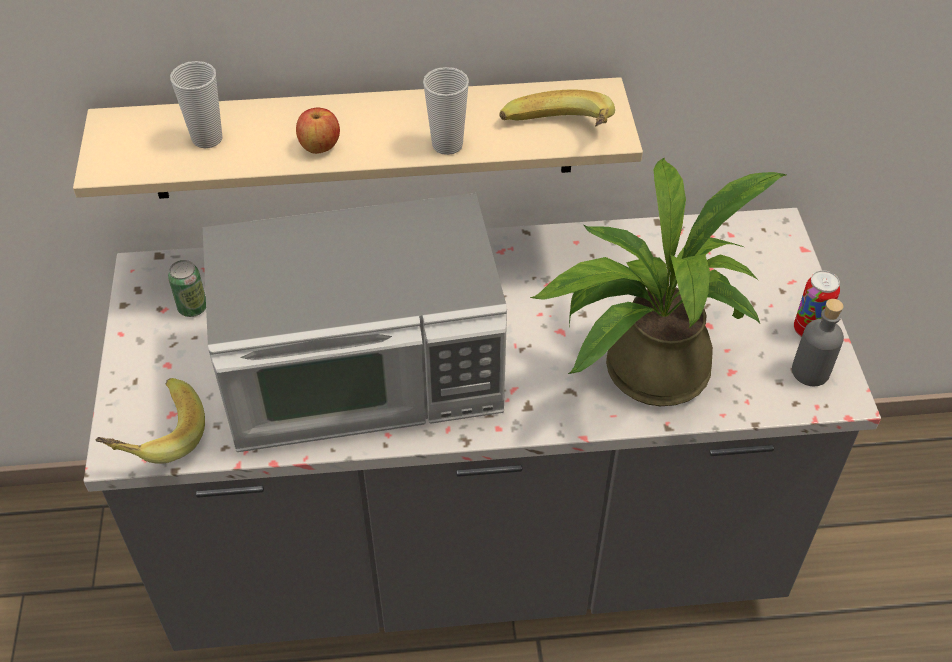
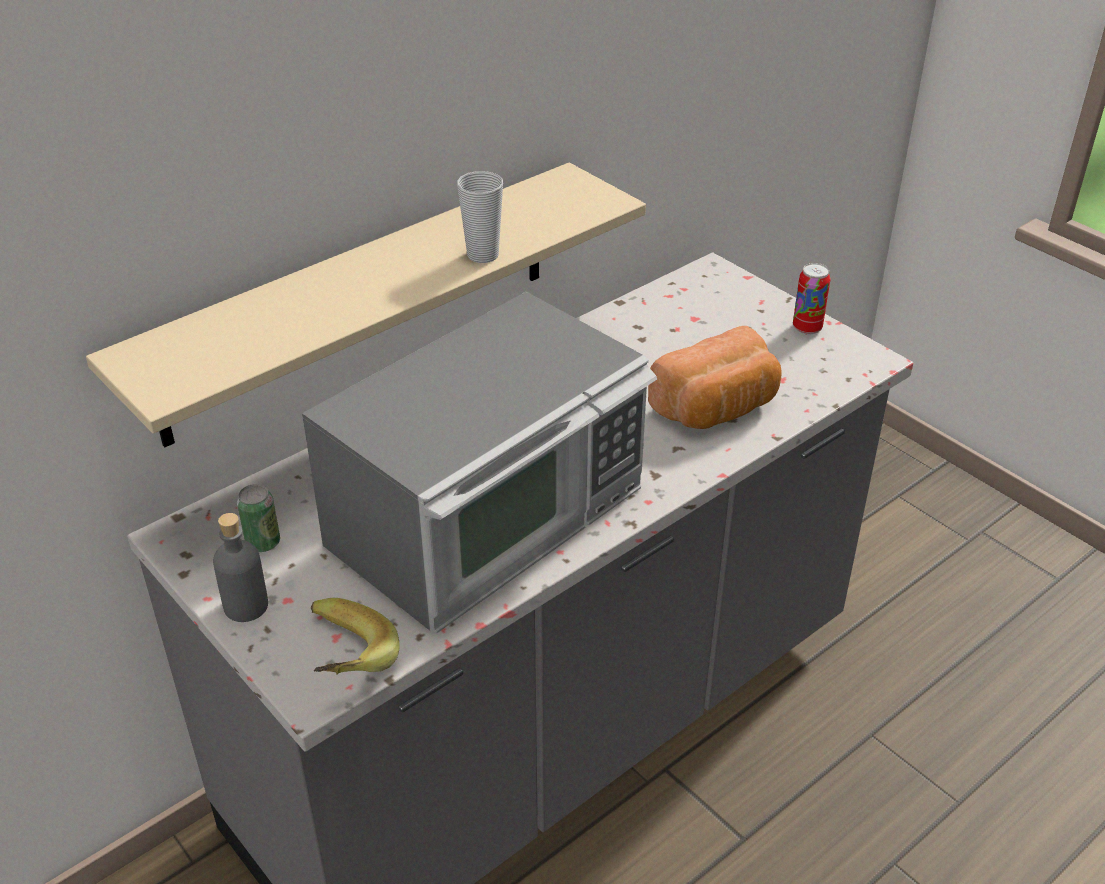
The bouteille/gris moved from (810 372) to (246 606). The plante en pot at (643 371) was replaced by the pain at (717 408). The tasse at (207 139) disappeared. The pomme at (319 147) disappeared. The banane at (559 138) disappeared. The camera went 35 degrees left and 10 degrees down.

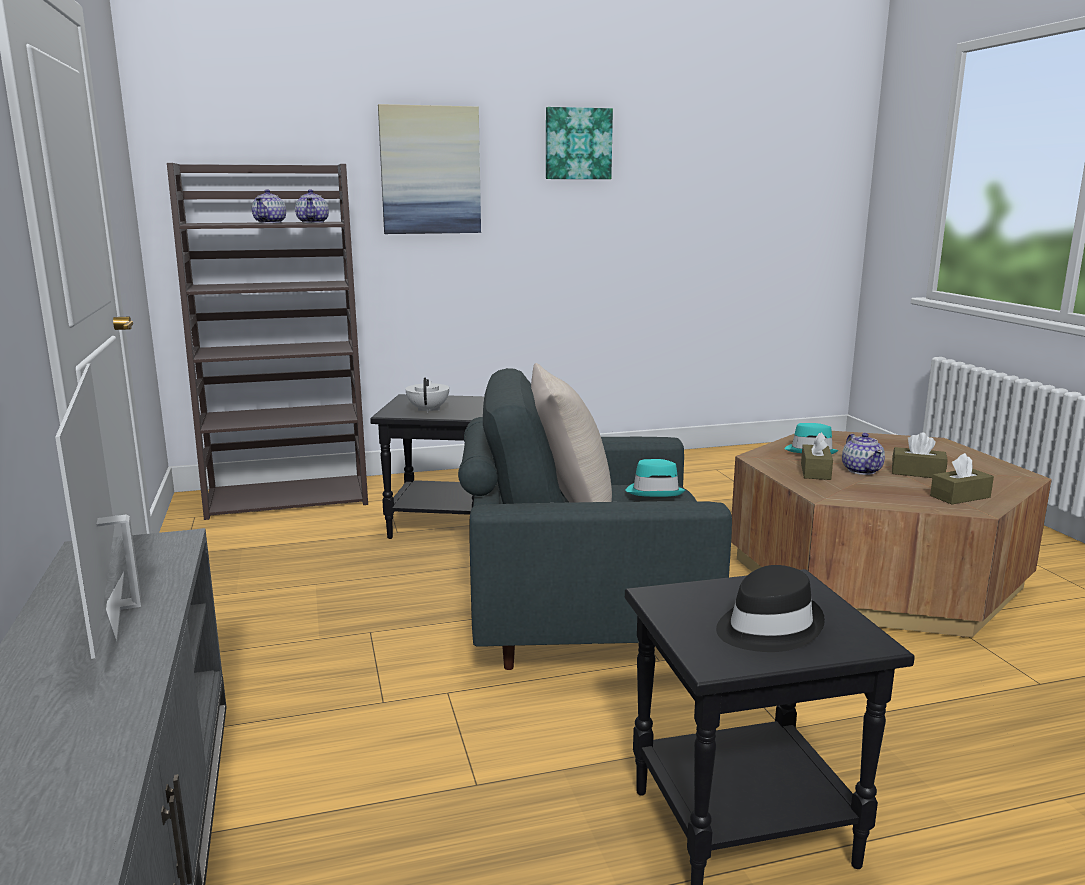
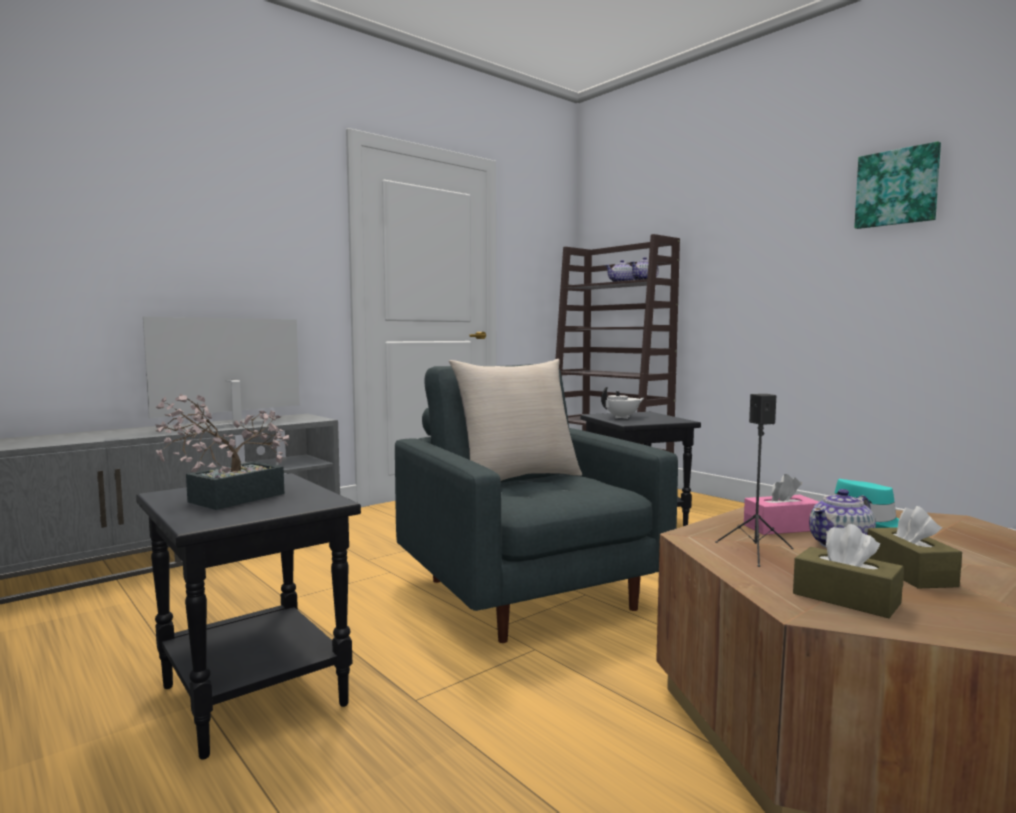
The chapeau/noir at (767 627) was replaced by the plante en pot at (226 500). The enceinte/noir at (755 552) appeared. The boîte à mouchoirs/marron at (815 471) became the boîte à mouchoirs/rose at (781 527). The tableau at (430 170) disappeared. The chapeau/turquoise at (654 491) disappeared. The camera went 65 degrees right and 10 degrees down.

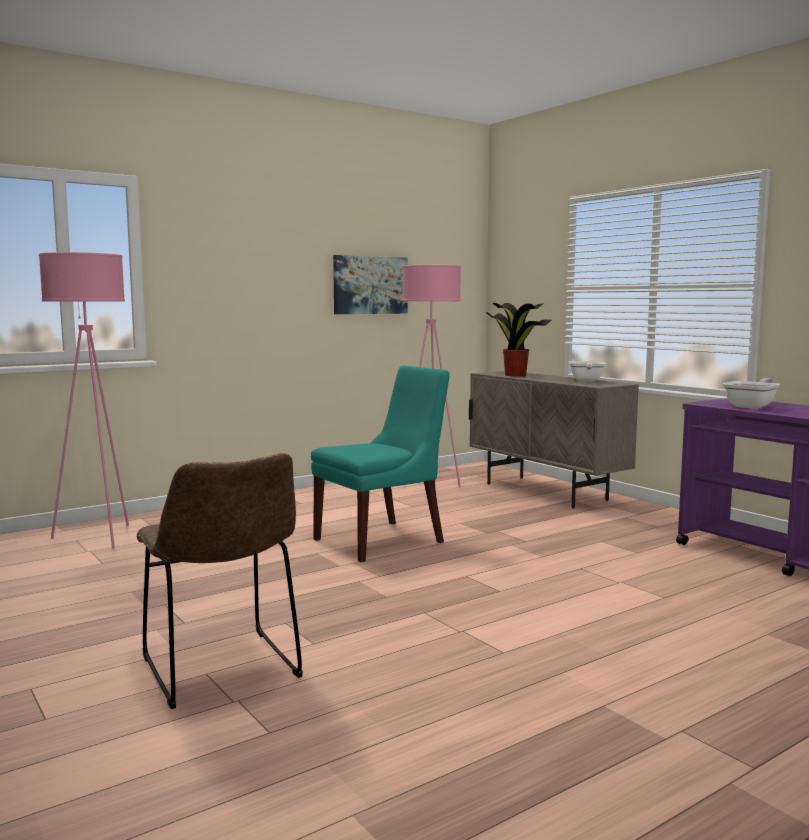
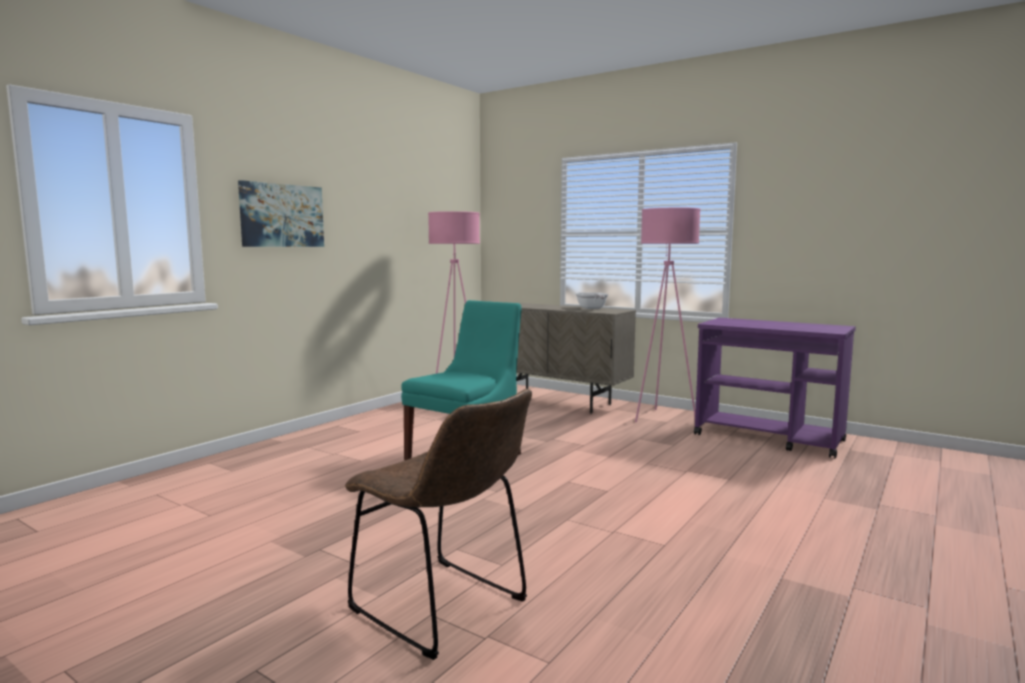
The tableau moved from (370 285) to (282 215). The lampadaire/rose moved from (98 537) to (662 418). The plante en pot at (516 375) disappeared. The poêle at (752 406) disappeared. The camera went 20 degrees left and 0 degrees up.

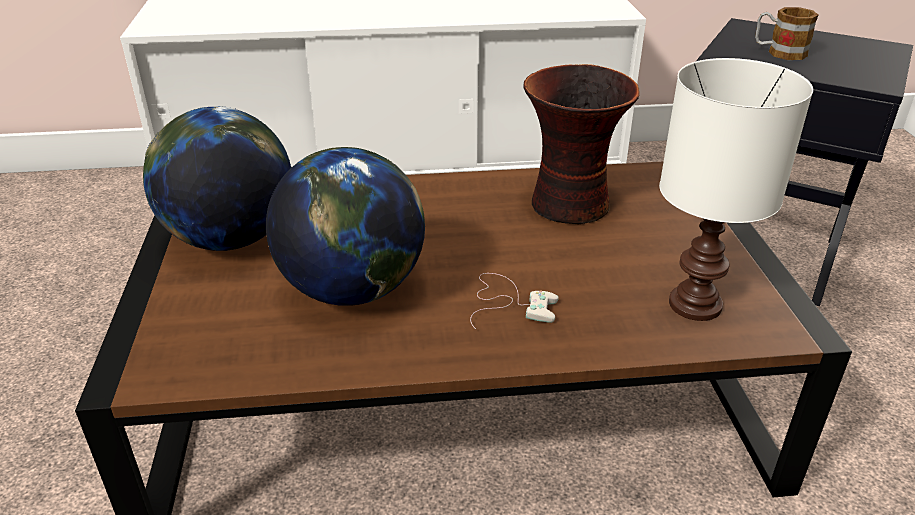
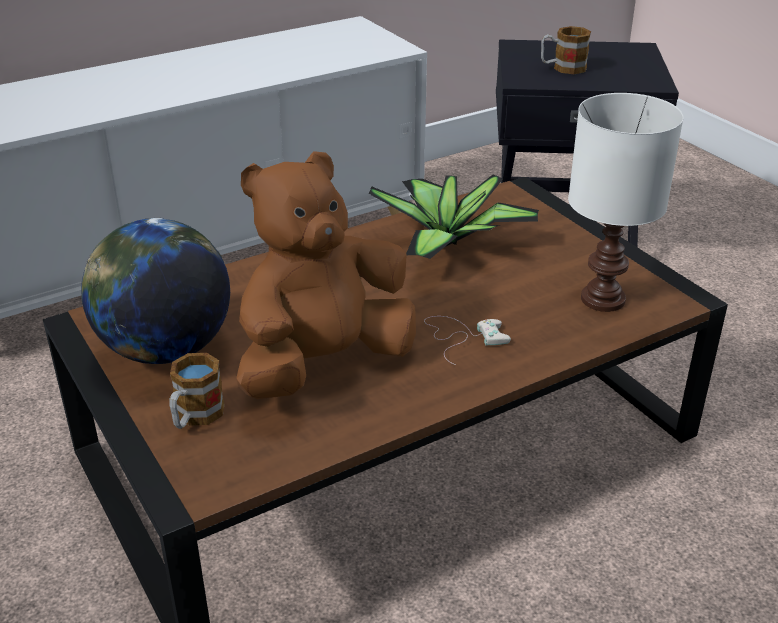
The mug at (195 417) appeared. The globe at (353 290) was replaced by the peluche/marron at (323 363). The vase at (570 206) was replaced by the plante en pot at (449 242). The camera went 25 degrees left and 0 degrees up.

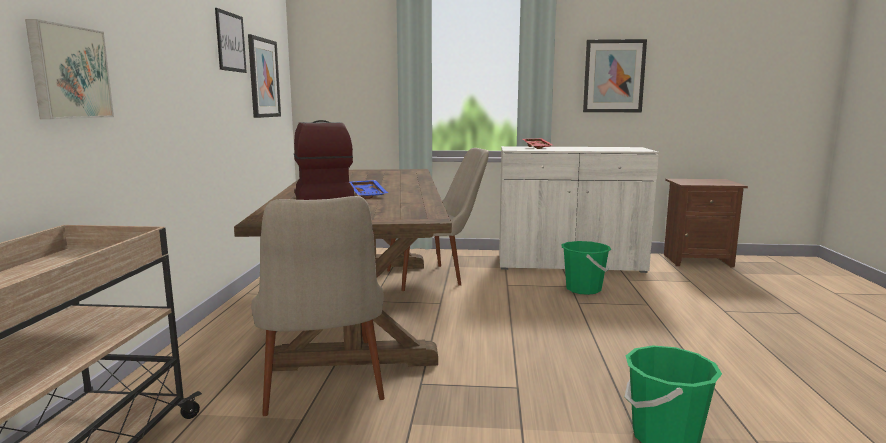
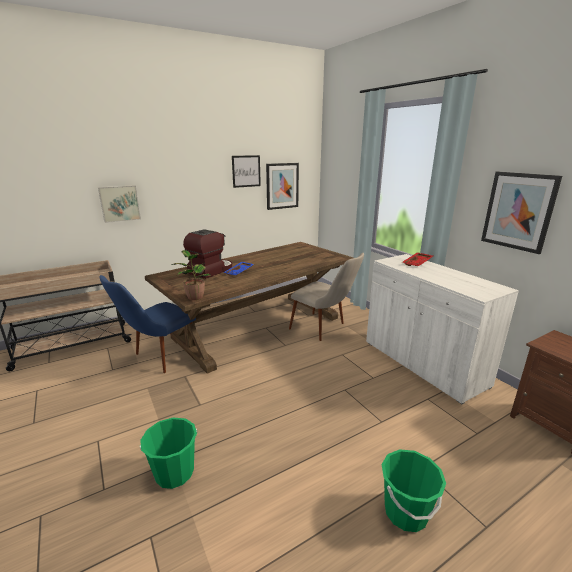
The chaise/beige at (323 395) became the chaise/bleu at (159 358). The plante en pot at (194 297) appeared. The seau/vert moved from (583 289) to (406 512). The camera went 55 degrees right and 10 degrees up.

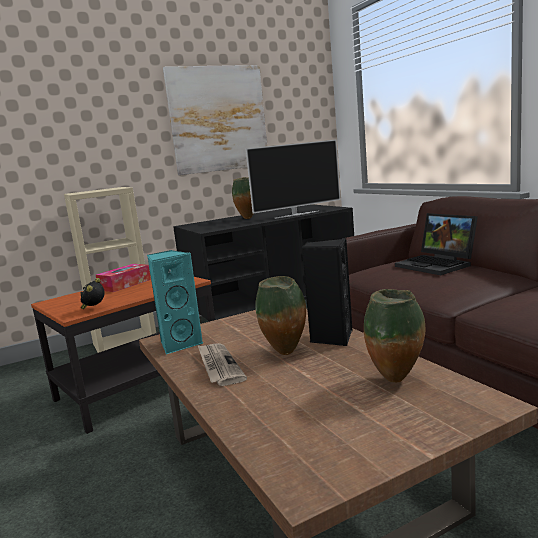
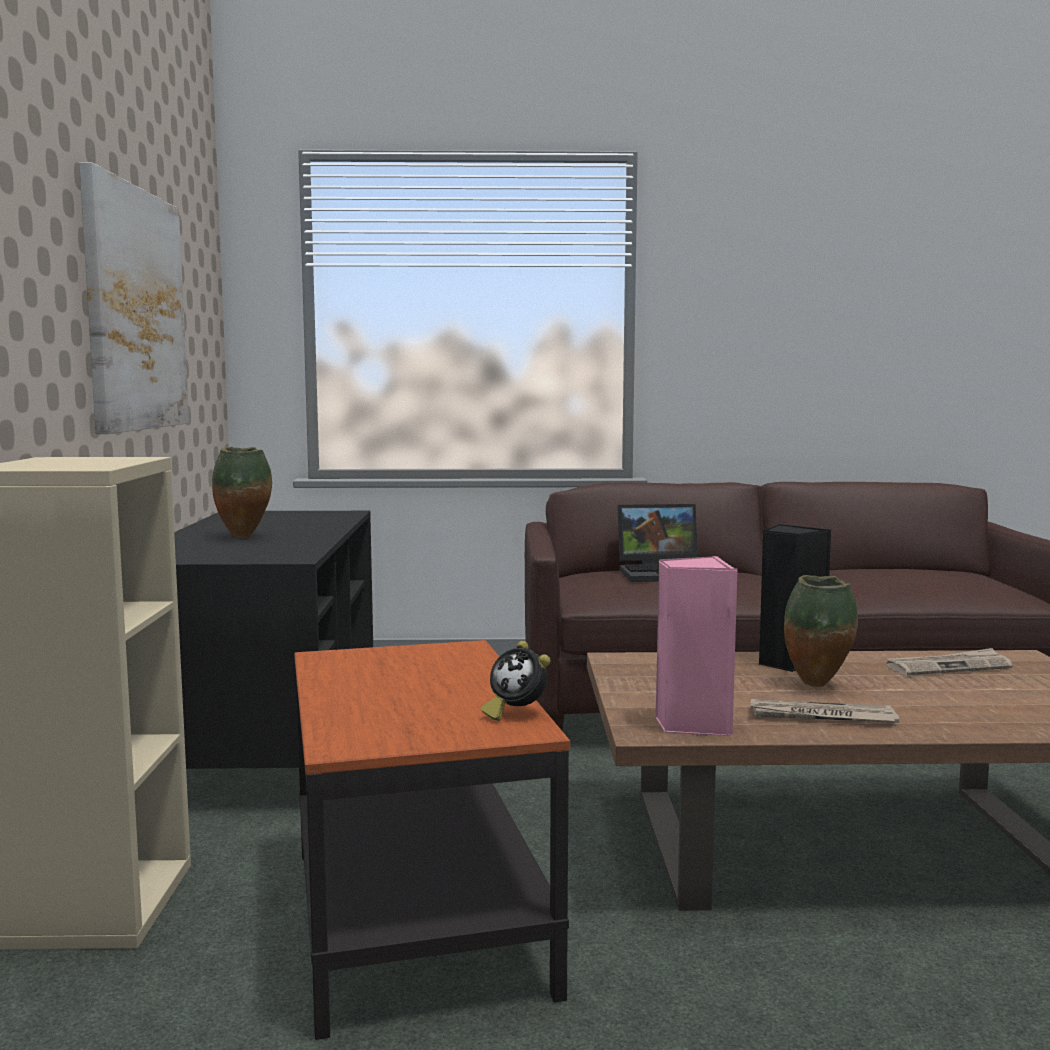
The enceinte/turquoise at (179 344) became the enceinte/rose at (692 724). The vase at (397 381) was replaced by the journal at (948 667). The boîte à mouchoirs at (125 284) disappeared. The téléviseur at (296 214) disappeared. The camera went 65 degrees left and 5 degrees down.

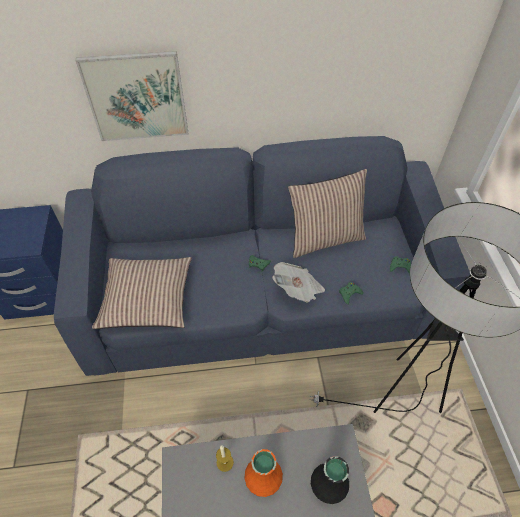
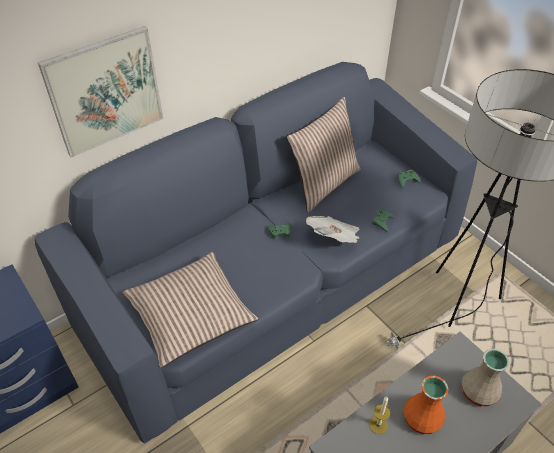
The vase/noir at (327 485) became the vase/beige at (478 392). The camera went 30 degrees left and 5 degrees down.

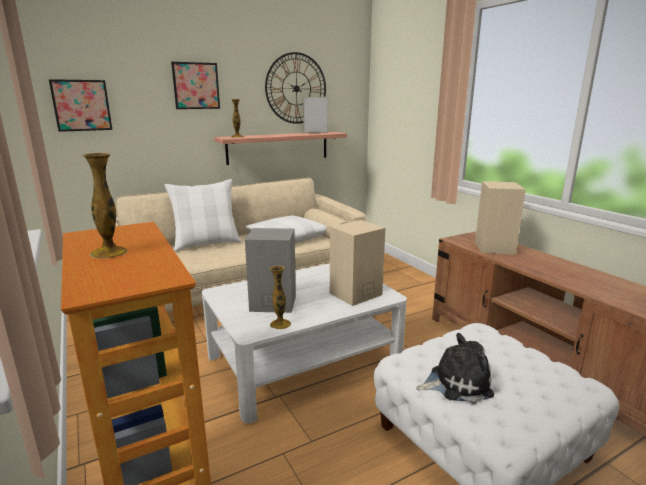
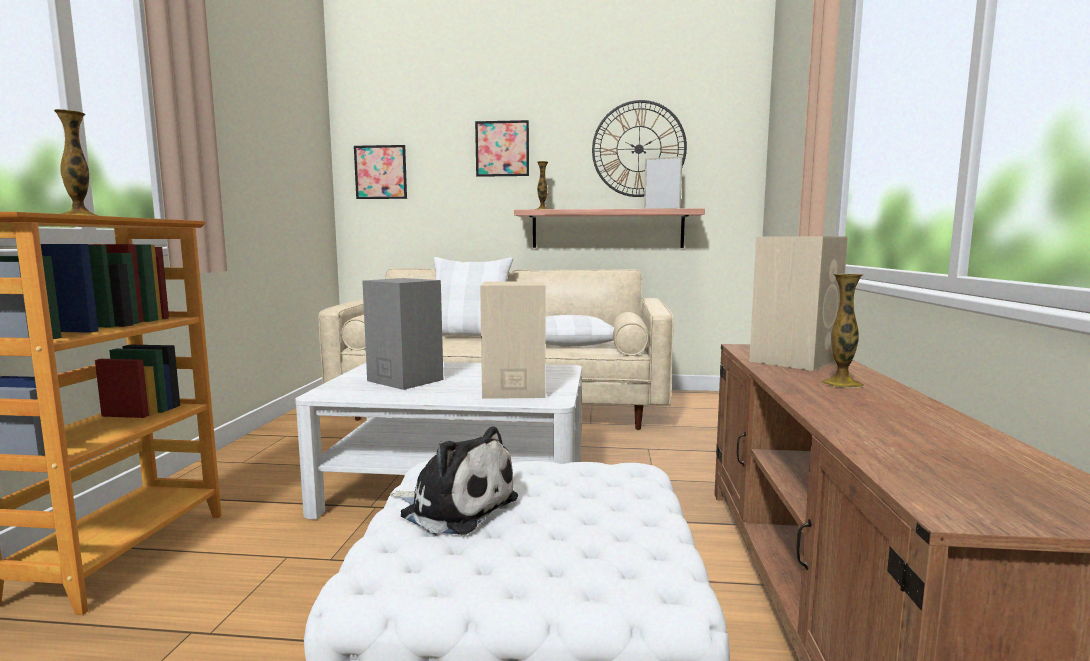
The vase moved from (280 324) to (842 384). The camera went 35 degrees right and 10 degrees down.

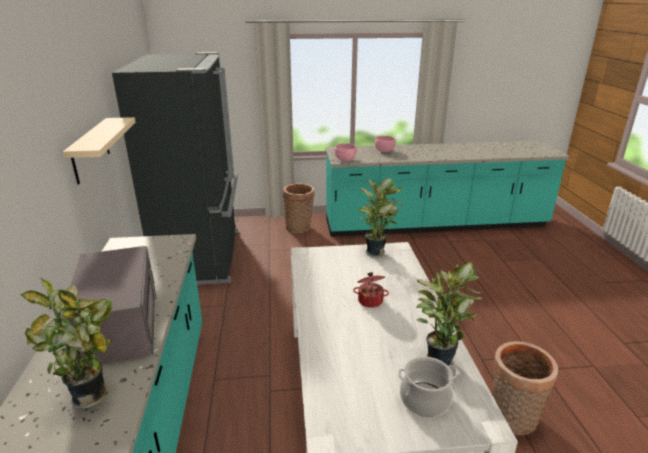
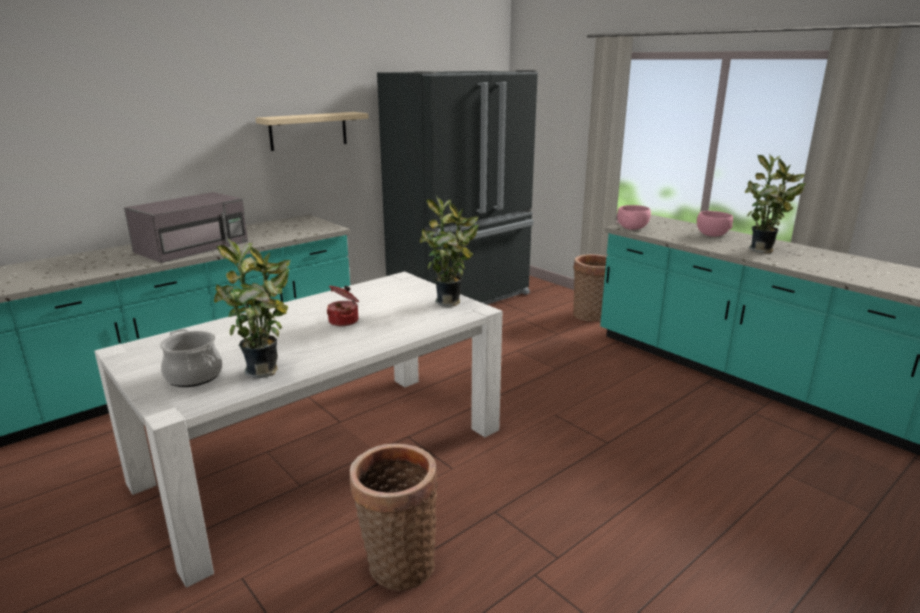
The plante en pot moved from (94 396) to (764 250). The camera went 55 degrees right and 5 degrees down.

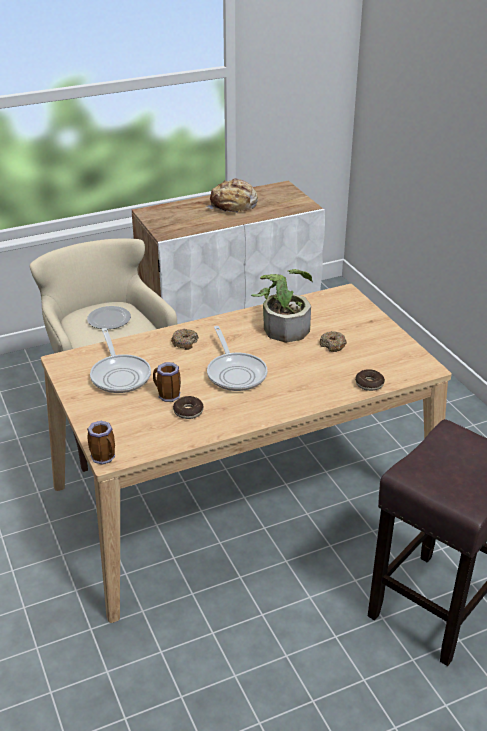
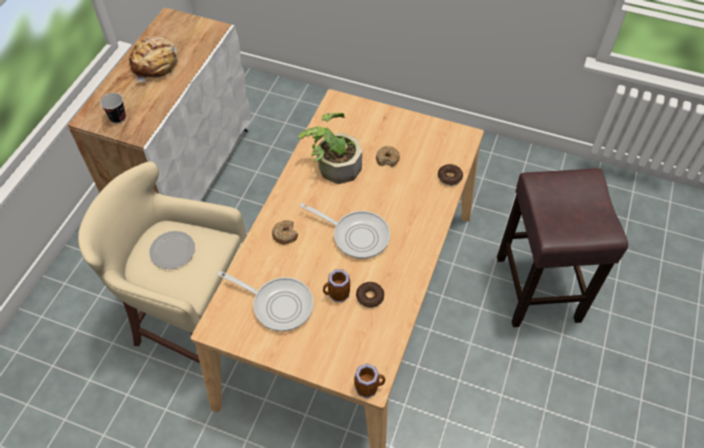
The tasse at (118 118) appeared. The camera went 45 degrees left and 20 degrees up.

